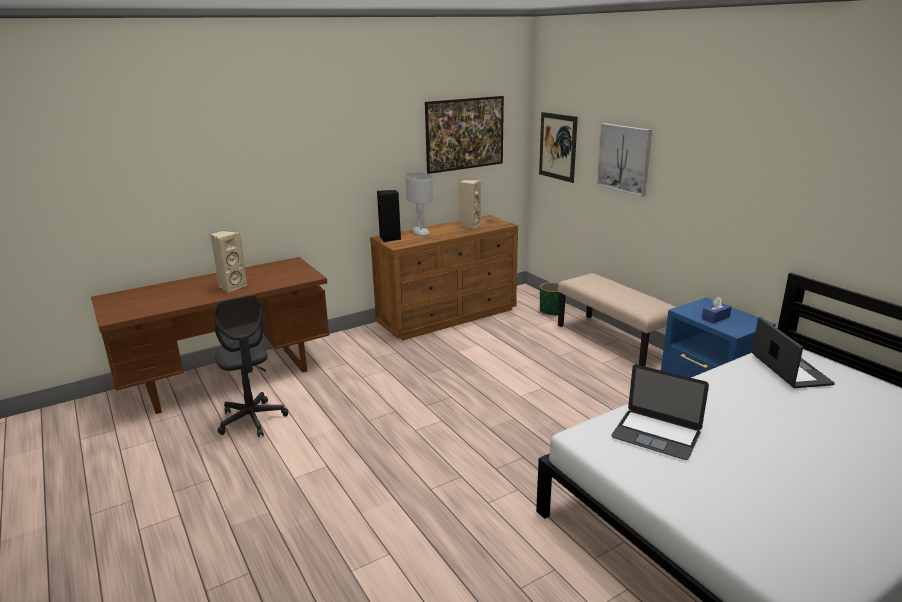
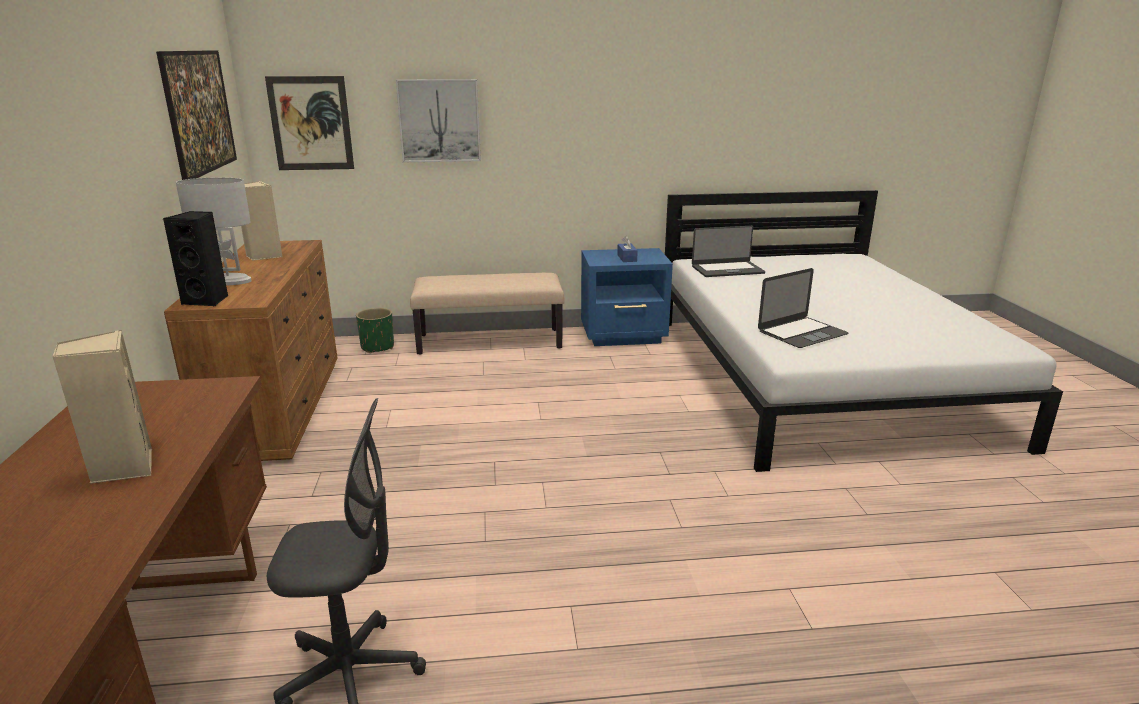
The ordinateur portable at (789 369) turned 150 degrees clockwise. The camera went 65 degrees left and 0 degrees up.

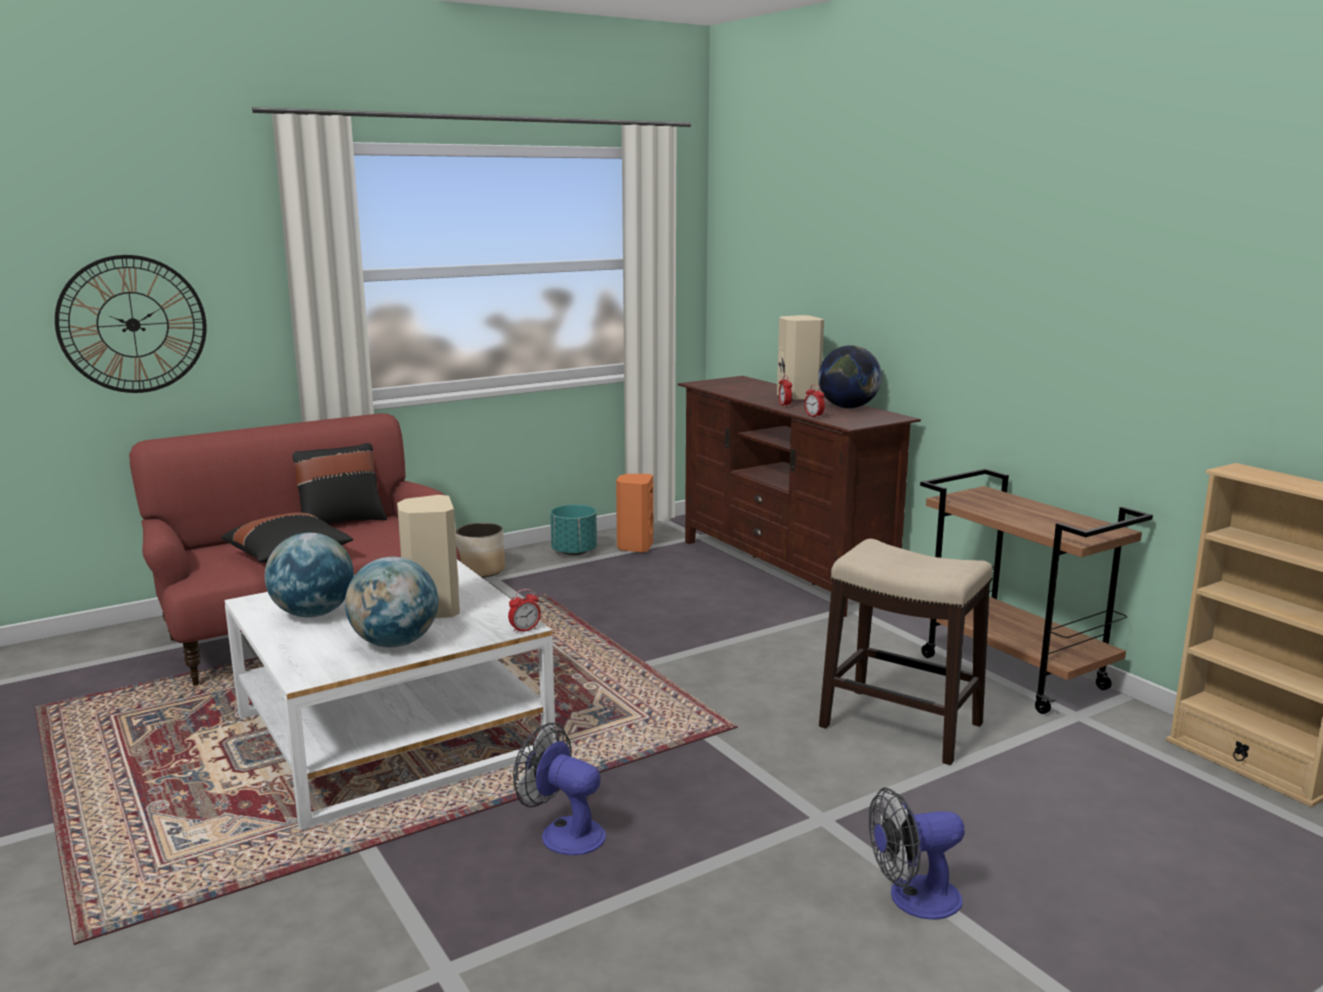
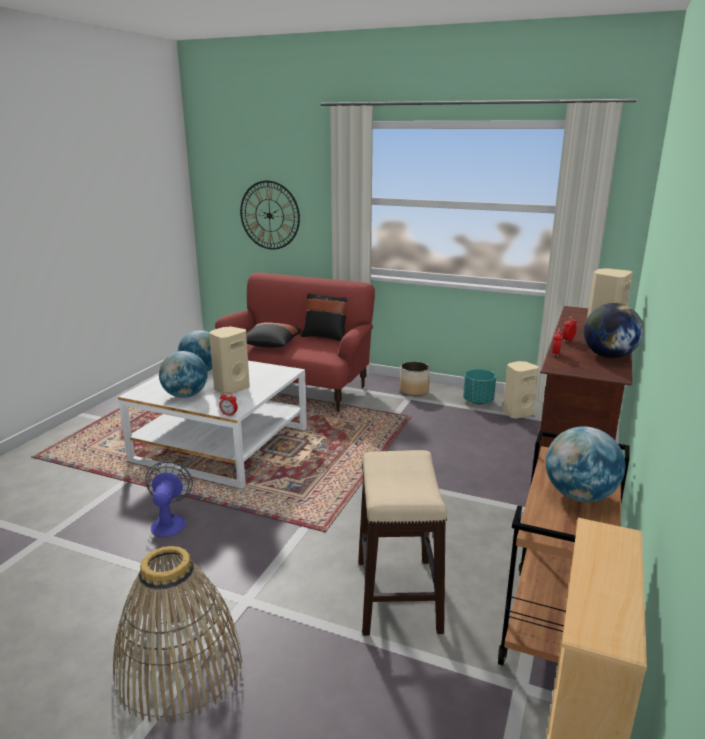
The ventilateur at (913 899) was replaced by the panier at (179 668). The enceinte/orange at (634 547) became the enceinte/beige at (516 413). The globe at (579 495) appeared. The camera went 55 degrees right and 5 degrees up.

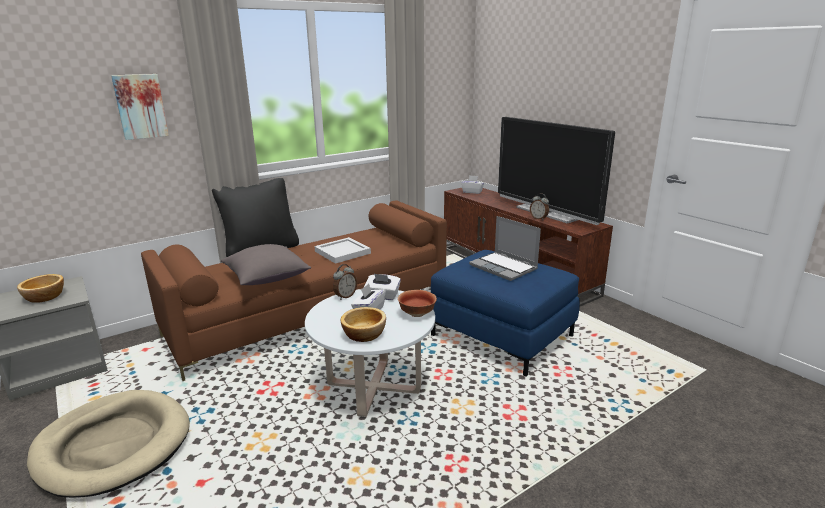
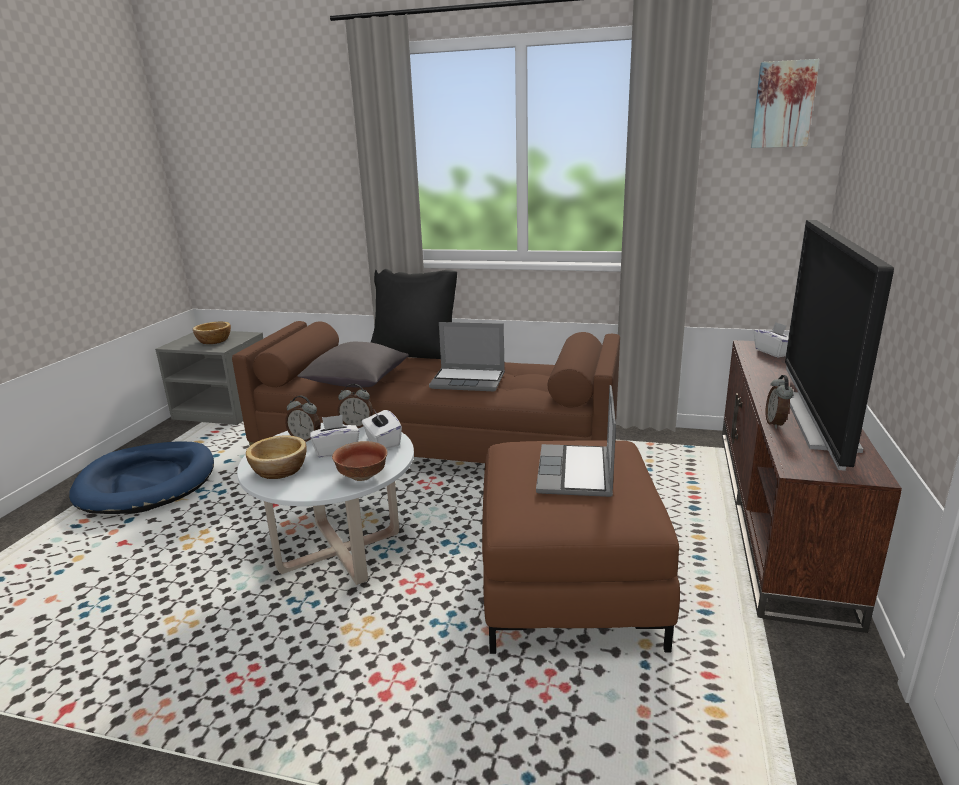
The panier pour chien/beige at (113 445) became the panier pour chien/bleu at (148 482). The réveil at (306 439) appeared. The plateau/blanc at (343 252) was replaced by the ordinateur portable at (469 380). The pouf/bleu at (501 335) became the pouf/marron at (569 585). The tableau moved from (140 106) to (783 105). The camera went 50 degrees right and 0 degrees up.

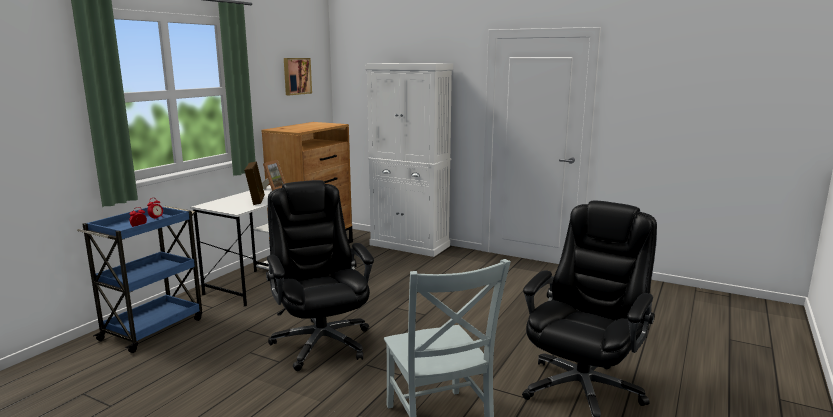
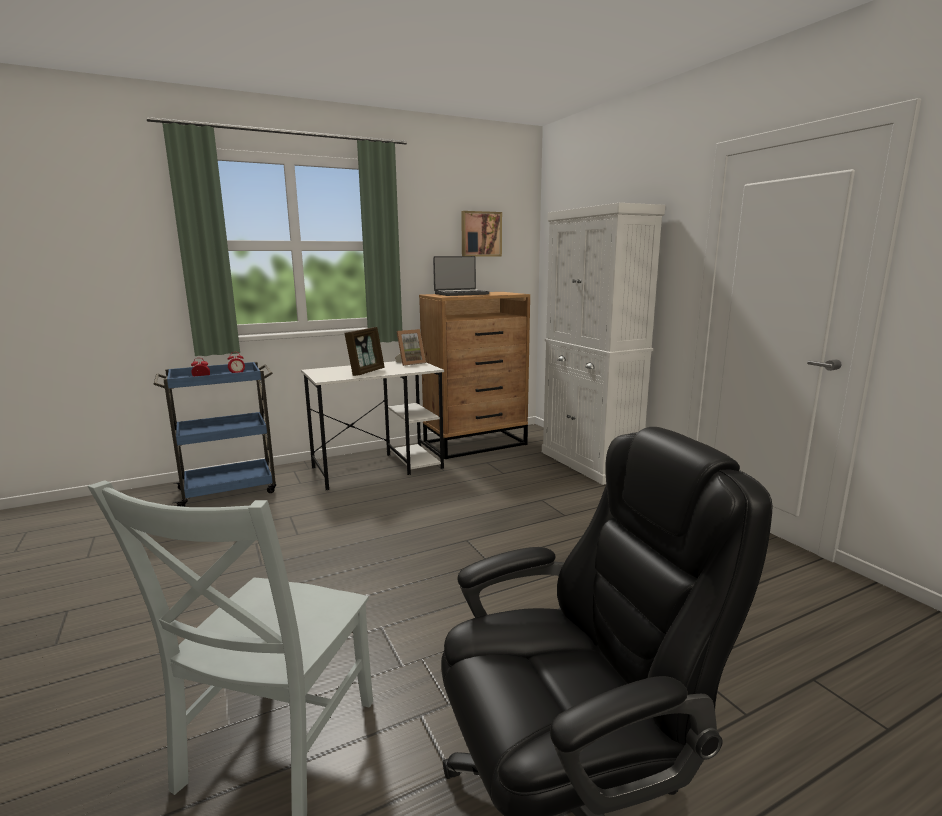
The ordinateur portable at (461 294) appeared. The chaise de bureau/noir at (321 342) disappeared. The camera went 35 degrees right and 0 degrees up.

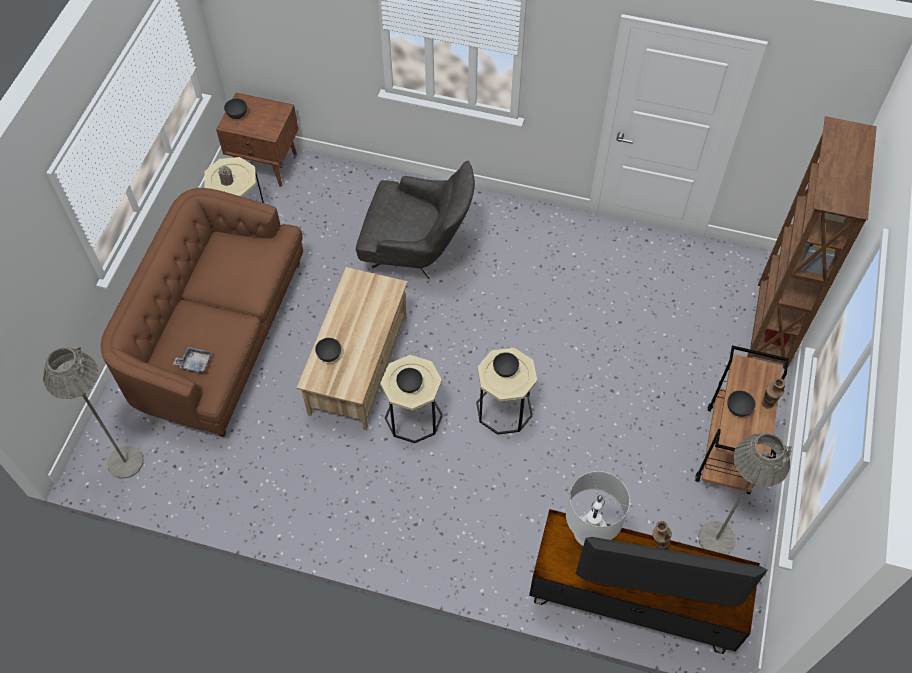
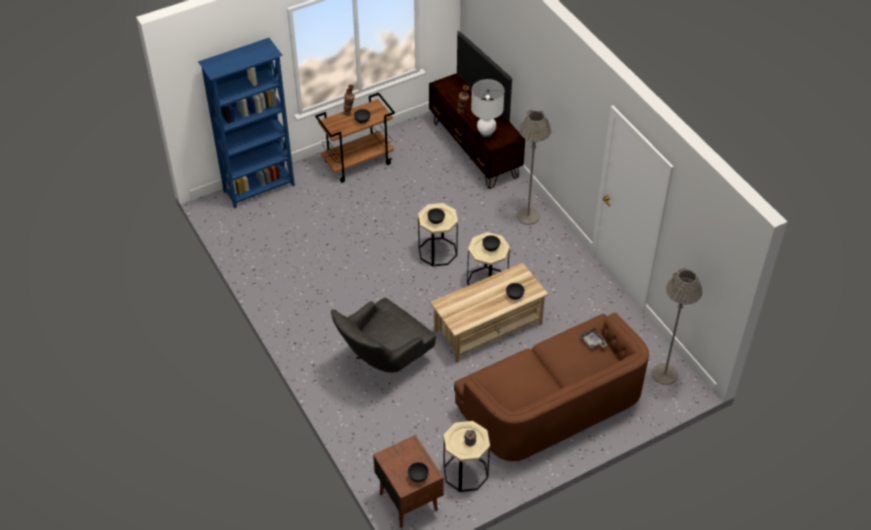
The bibliothèque/marron at (770 325) became the bibliothèque/bleu at (260 188). The fauteuil/gris at (417 252) turned 105 degrees counterclockwise. The lampadaire/gris moved from (716 538) to (528 216). The camera went 135 degrees left and 10 degrees down.

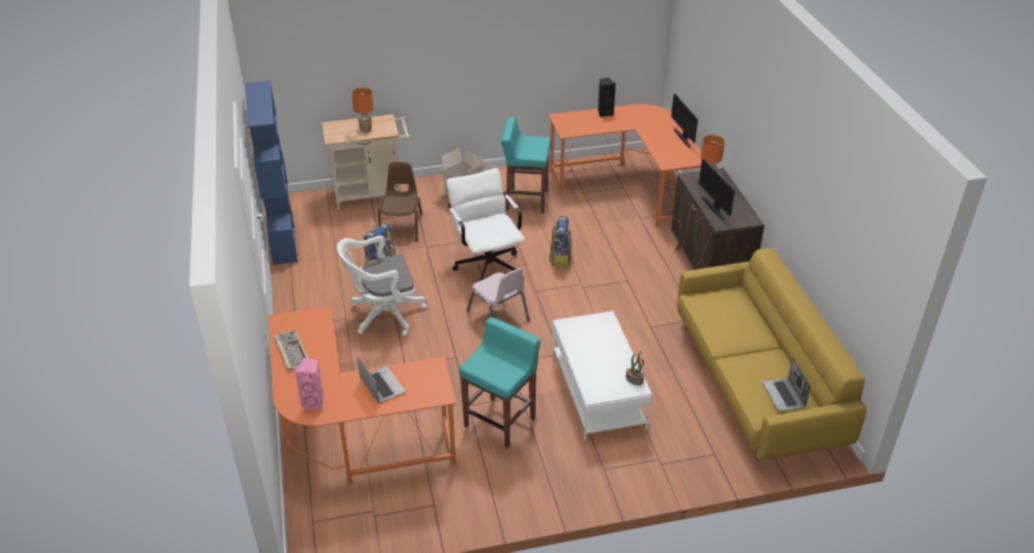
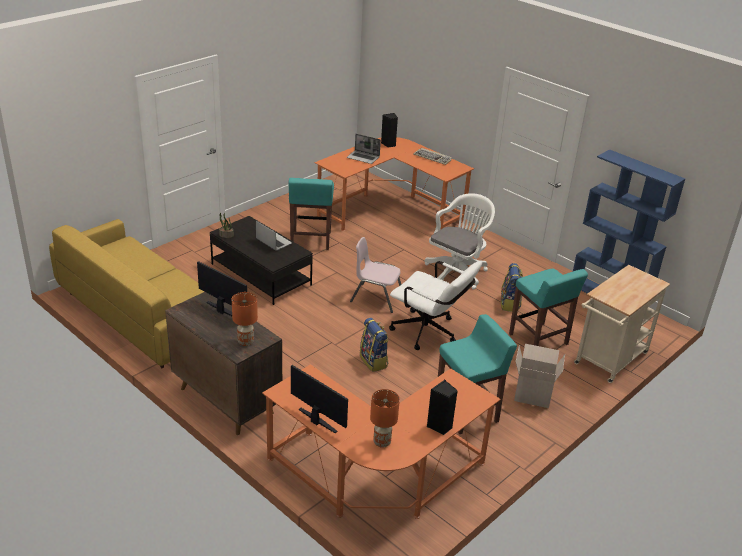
The table basse/blanc at (598 391) became the table basse/noir at (260 274). The ordinateur portable moved from (784 396) to (273 242). The lampe de table/orange moved from (365 129) to (382 442). The enceinte/rose at (314 402) became the enceinte/noir at (389 144). The chaise/marron at (401 227) was replaced by the tabouret/turquoise at (538 340). The camera went 145 degrees right and 5 degrees down.

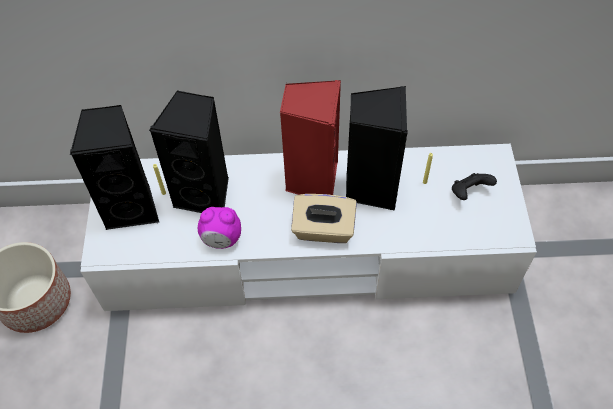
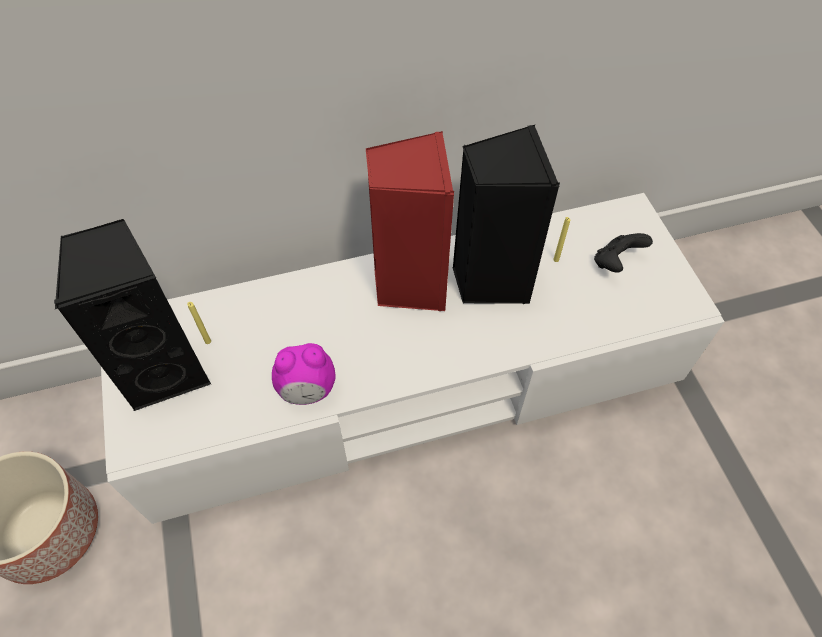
The enceinte/noir at (205 194) disappeared. The boîte à mouchoirs/beige at (323 230) disappeared. The camera went 15 degrees left and 0 degrees up.

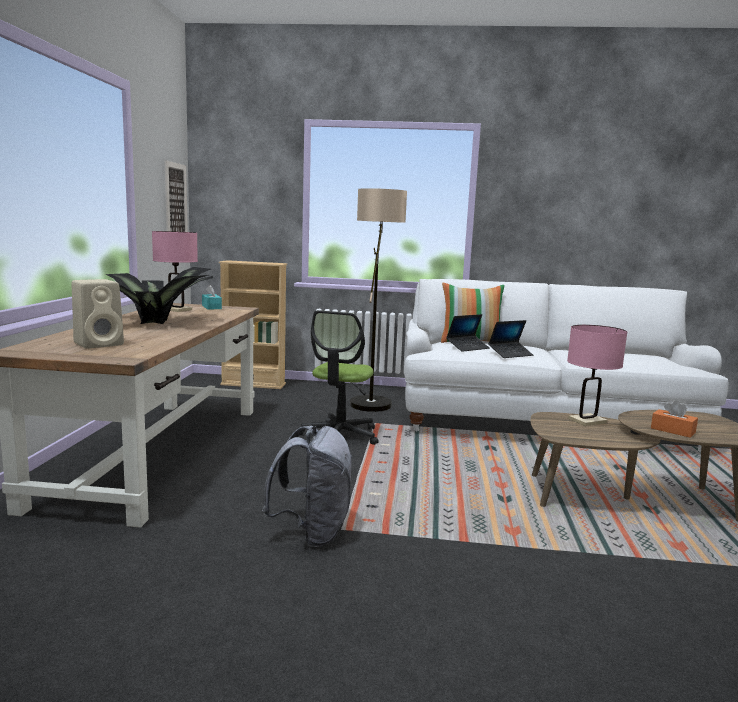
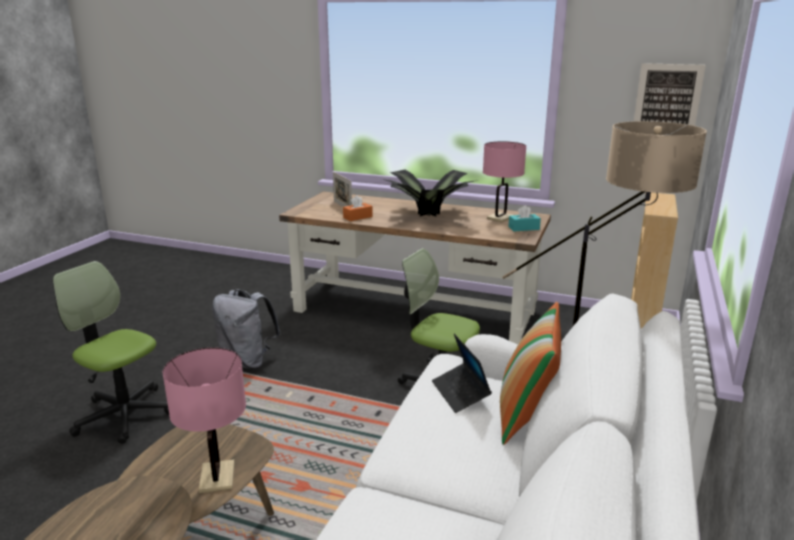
The chaise de bureau at (124 415) appeared. The enceinte/beige at (100 344) was replaced by the cadre photo at (342 206). The boîte à mouchoirs/orange moved from (672 430) to (357 217). The ordinateur portable at (510 354) disappeared. The camera went 105 degrees right and 10 degrees up.

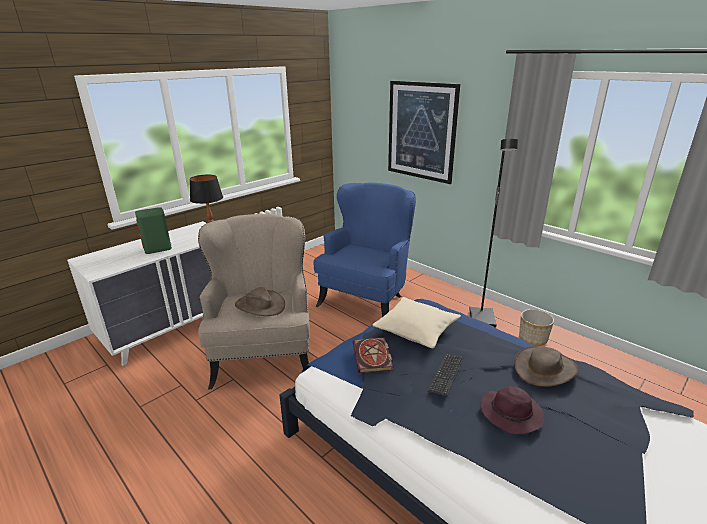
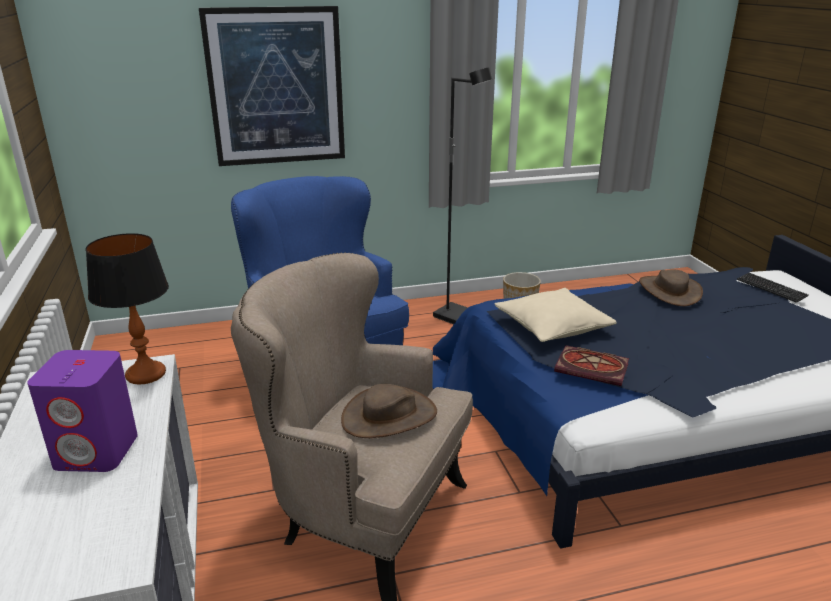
The enceinte/vert at (157 248) became the enceinte/violet at (97 451). The clavier moved from (446 375) to (771 288). The chapeau/violet at (512 414) disappeared. The camera went 60 degrees left and 0 degrees up.

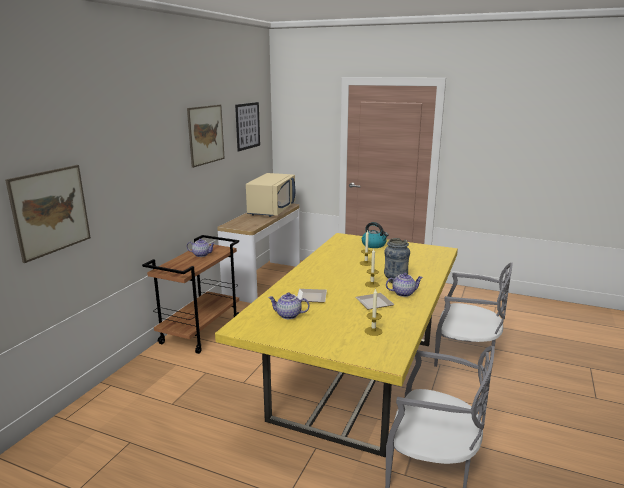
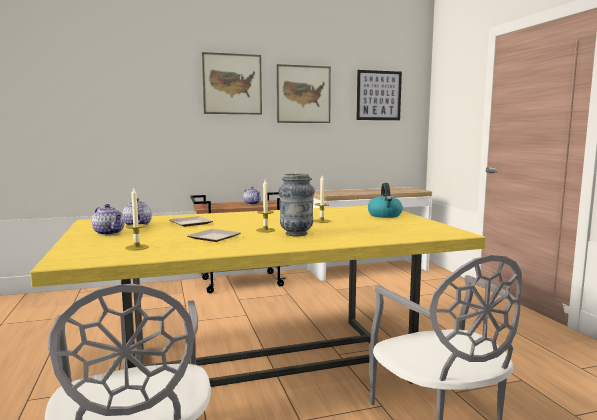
The théière moved from (403 293) to (110 233). The tableau moved from (51 211) to (232 84). The micro-ondes/beige at (272 210) disappeared. The camera went 50 degrees right and 10 degrees down.

